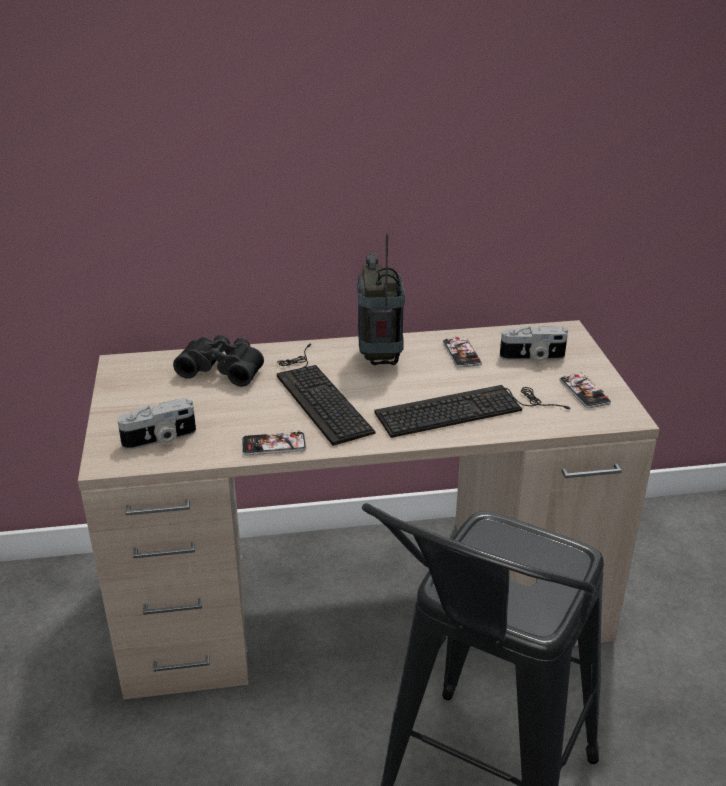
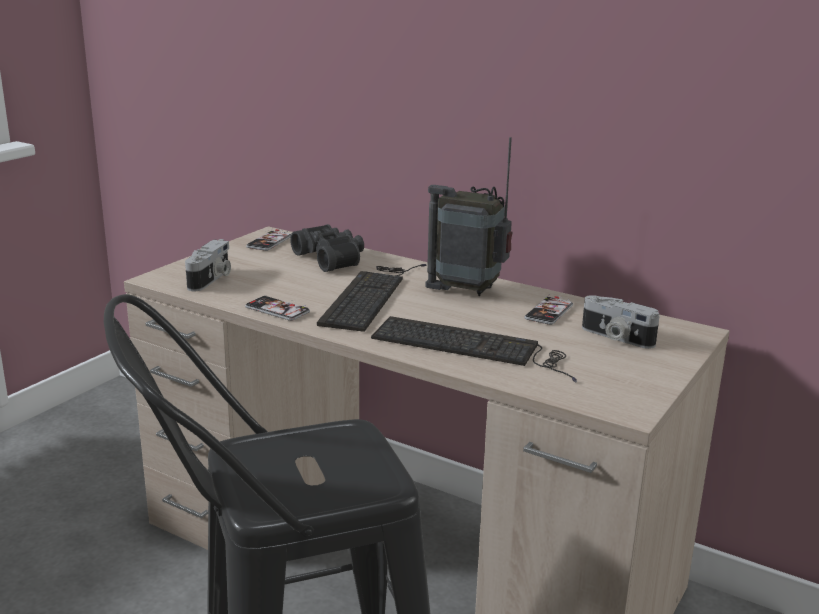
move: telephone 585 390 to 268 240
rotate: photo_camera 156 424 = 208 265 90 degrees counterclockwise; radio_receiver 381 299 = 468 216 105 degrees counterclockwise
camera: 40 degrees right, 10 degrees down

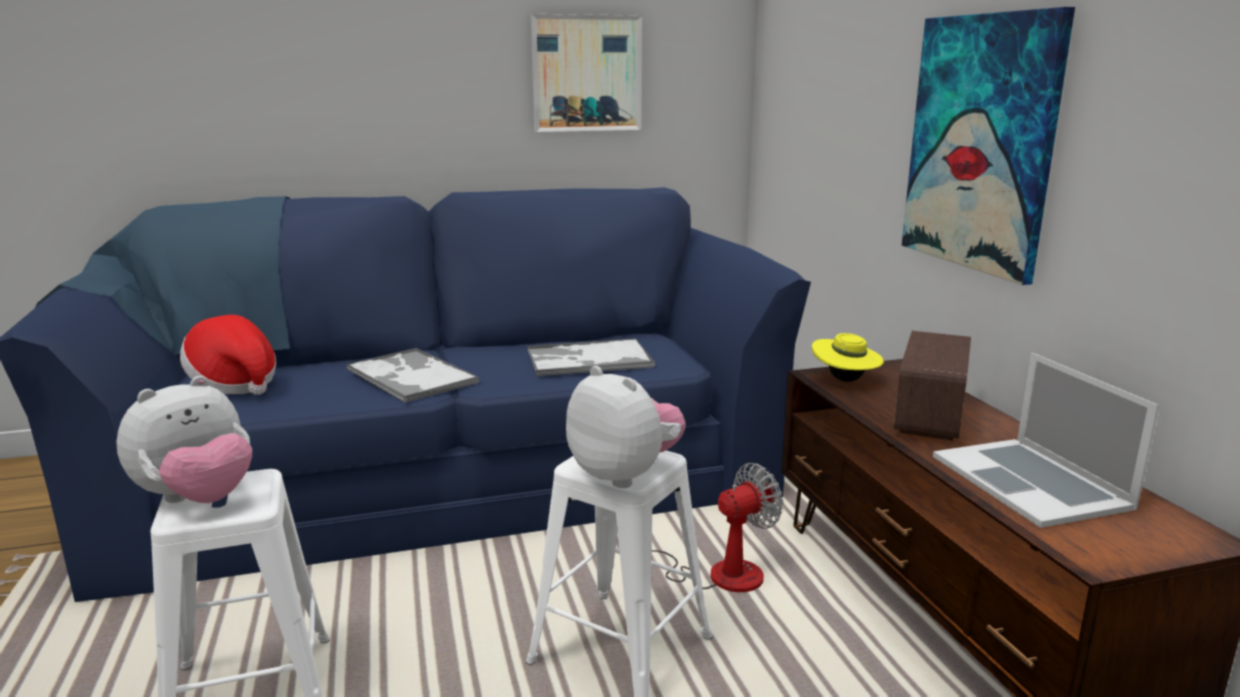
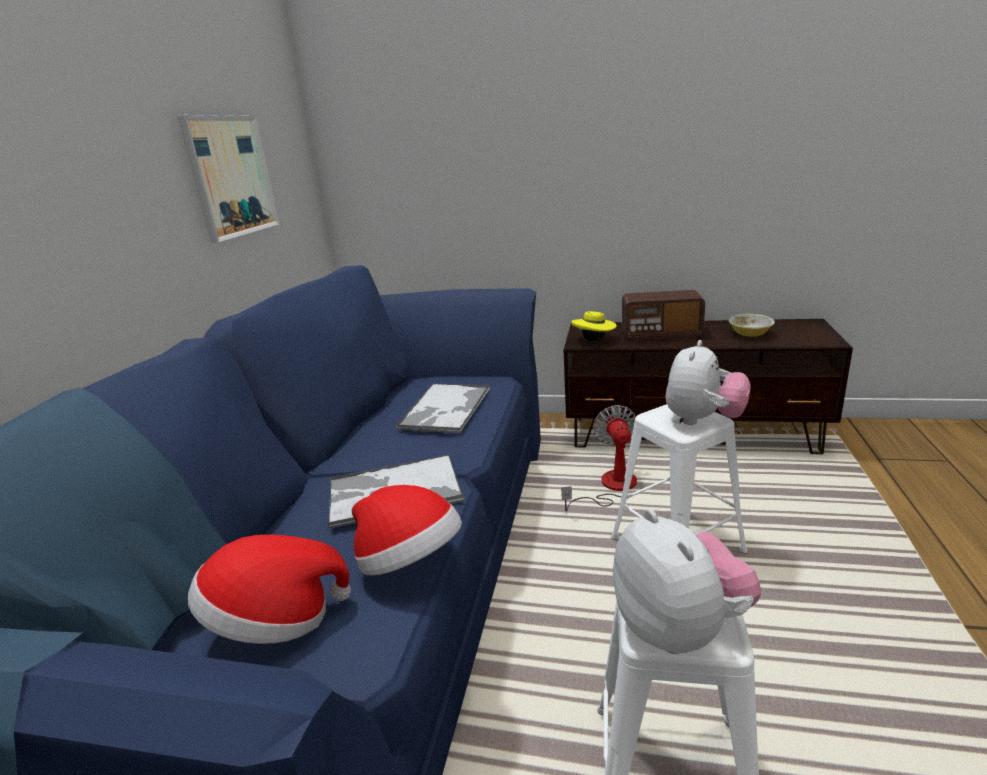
delete: wall_picture 988 146
insert: clothing_hat 407 530
replace: laptop 1046 440 to serving_bowl 752 325
rotate: radio_receiver 932 386 = 663 315 135 degrees clockwise; soft_toy 626 427 = 708 382 135 degrees clockwise
camera: 60 degrees left, 5 degrees up

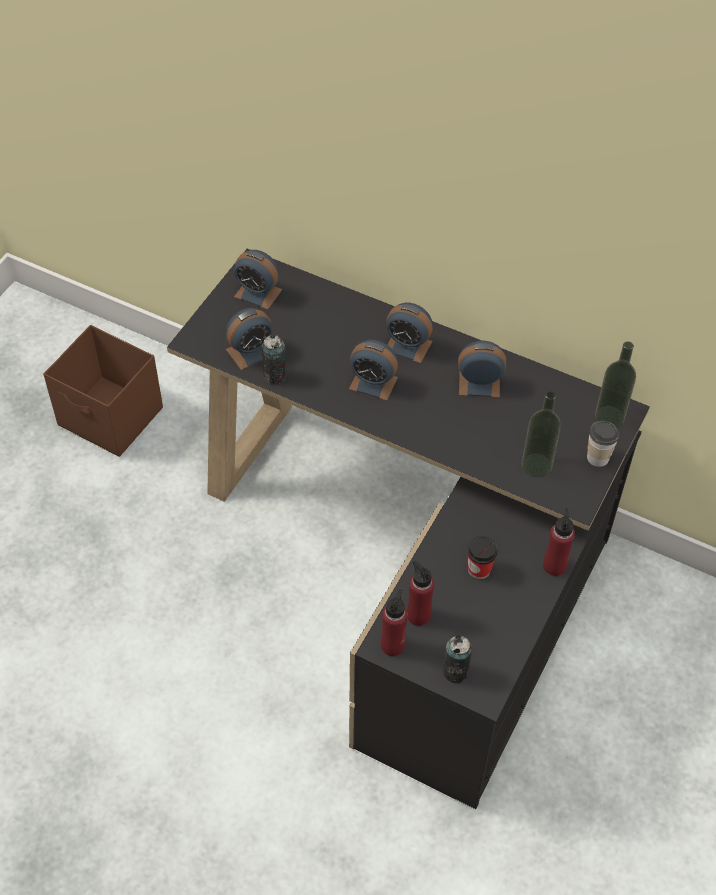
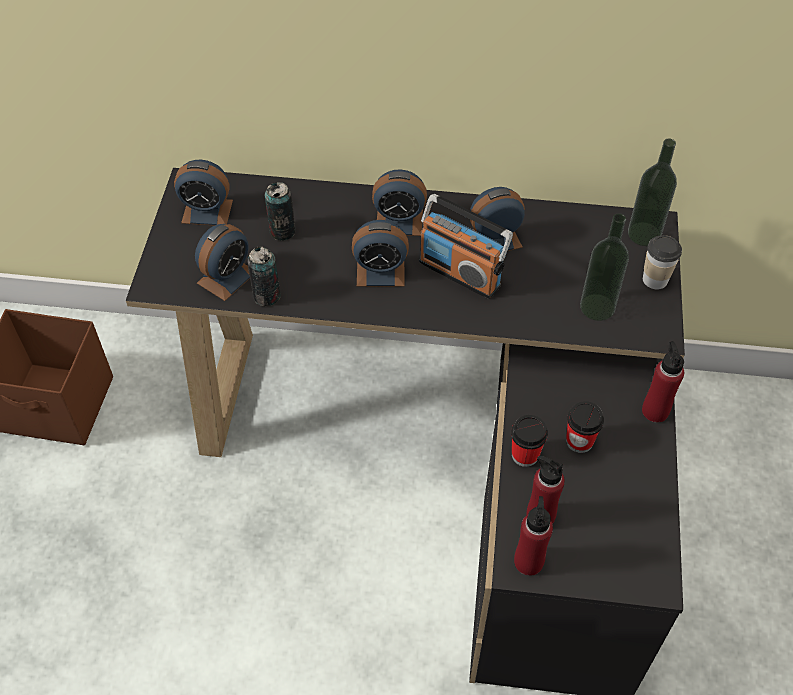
insert: radio_receiver 466 246; drinking_cup 529 441
move: can 457 659 to 280 211
camera: 20 degrees left, 0 degrees up

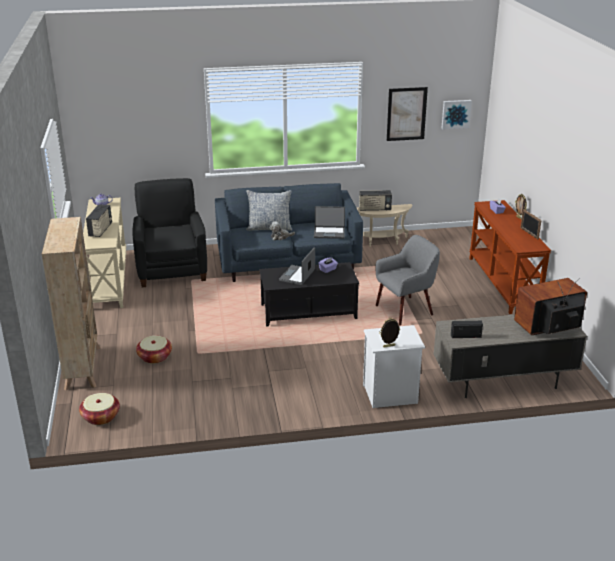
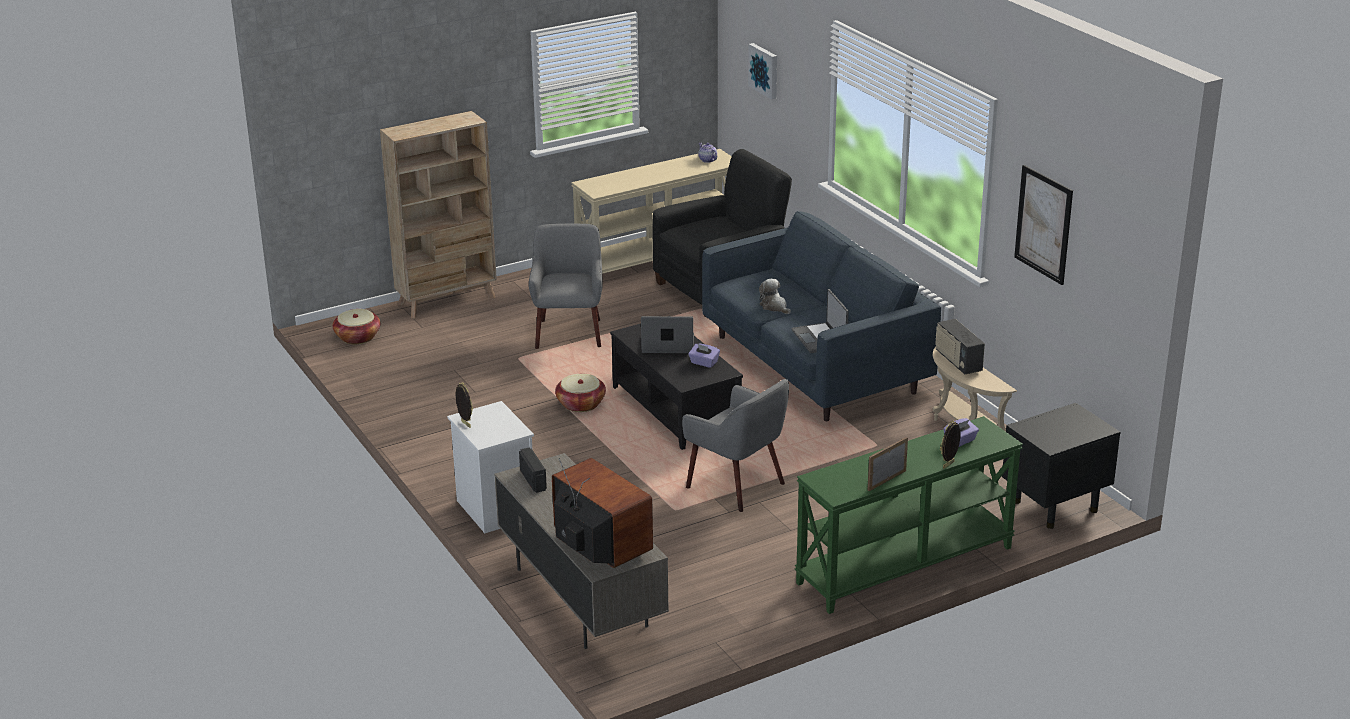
delete: radio_receiver 99 220; pillow 269 210
insert: grey_lounge_chair 566 286; black_nightstand 1061 466
move: basket 154 350 to 580 393; wall_picture 457 115 to 762 71
recolor: brown-coloured_hall_table 510 257 to greenish_hall_table 909 515
camera: 70 degrees right, 0 degrees up

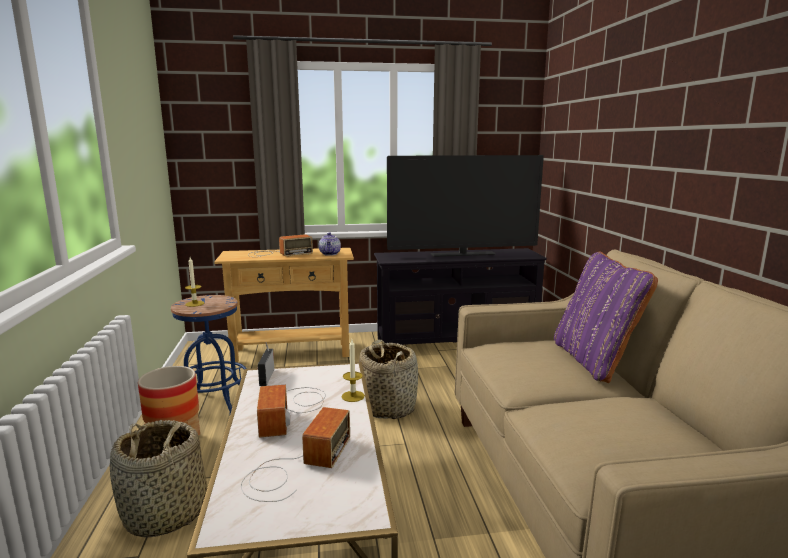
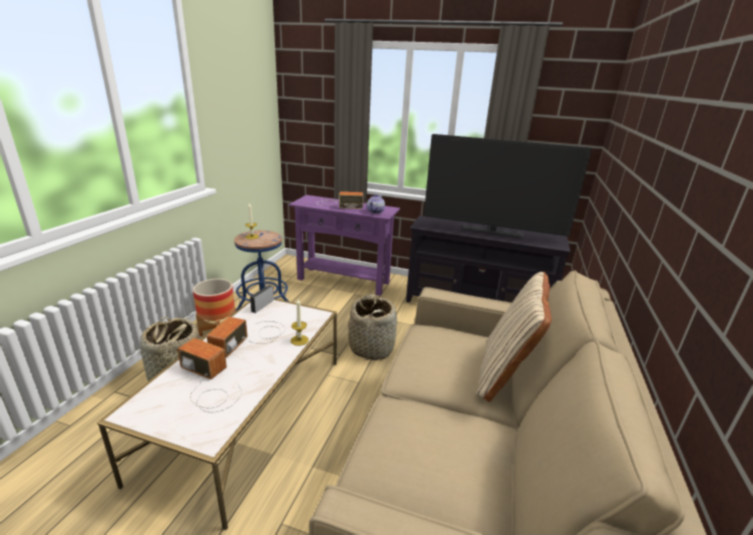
recolor: beige_hall_table 284 305 to purple-coloured_hall_table 344 245; purple-coloured_pillow 606 317 to beige_pillow 514 337
rotate: radio_receiver 295 454 = 209 375 105 degrees counterclockwise
camera: 25 degrees right, 10 degrees up

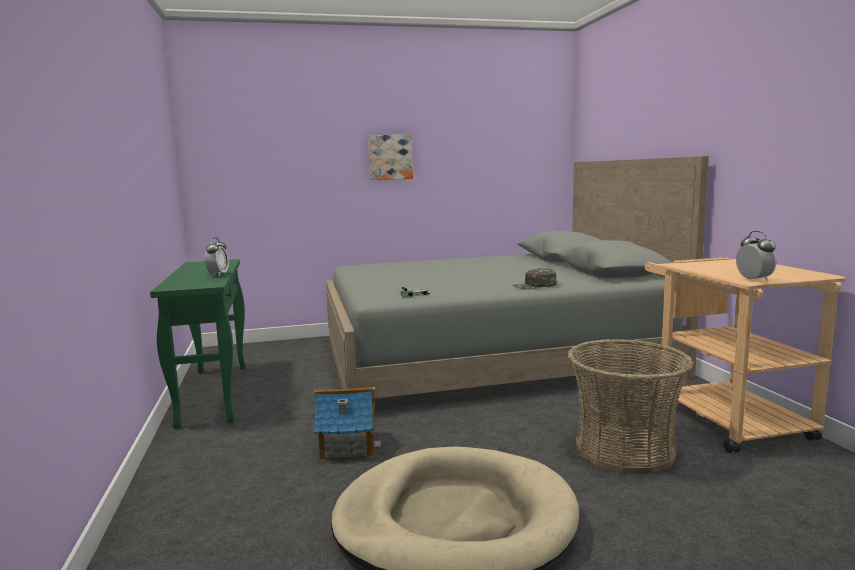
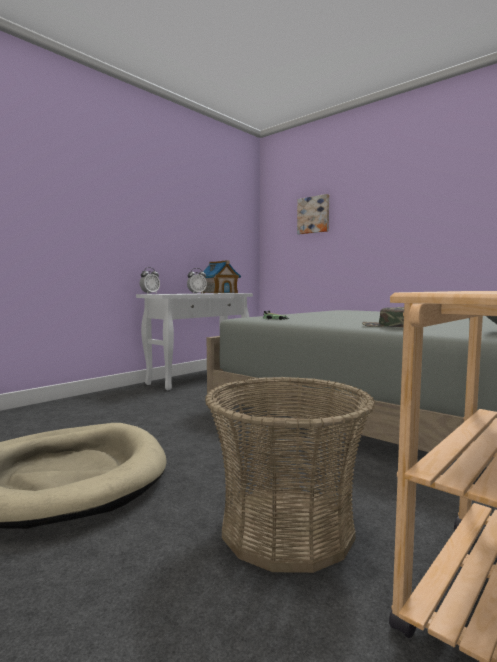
move: table_clock 756 256 to 150 280; miniature_house 347 424 to 221 276; wall_picture 390 157 to 313 214
recolor: greenish_hall_table 198 344 to white_hall_table 194 341
camera: 55 degrees right, 5 degrees down

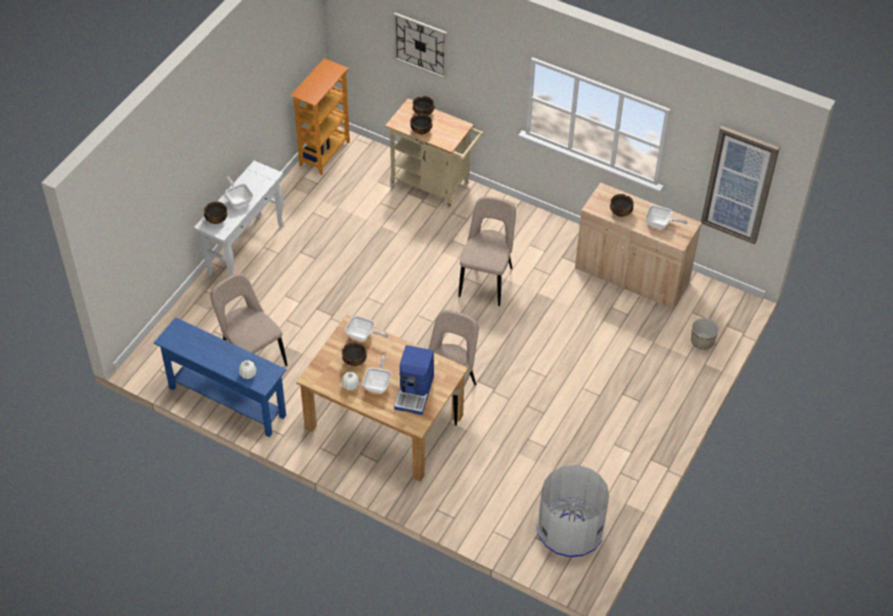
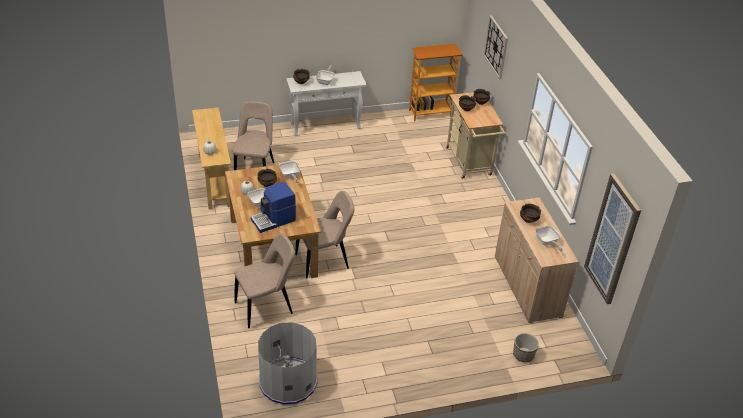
move: beige_chair 487 251 to 265 280
recolor: bluish_hall_table 220 377 to beige_hall_table 211 158
camera: 45 degrees right, 10 degrees down

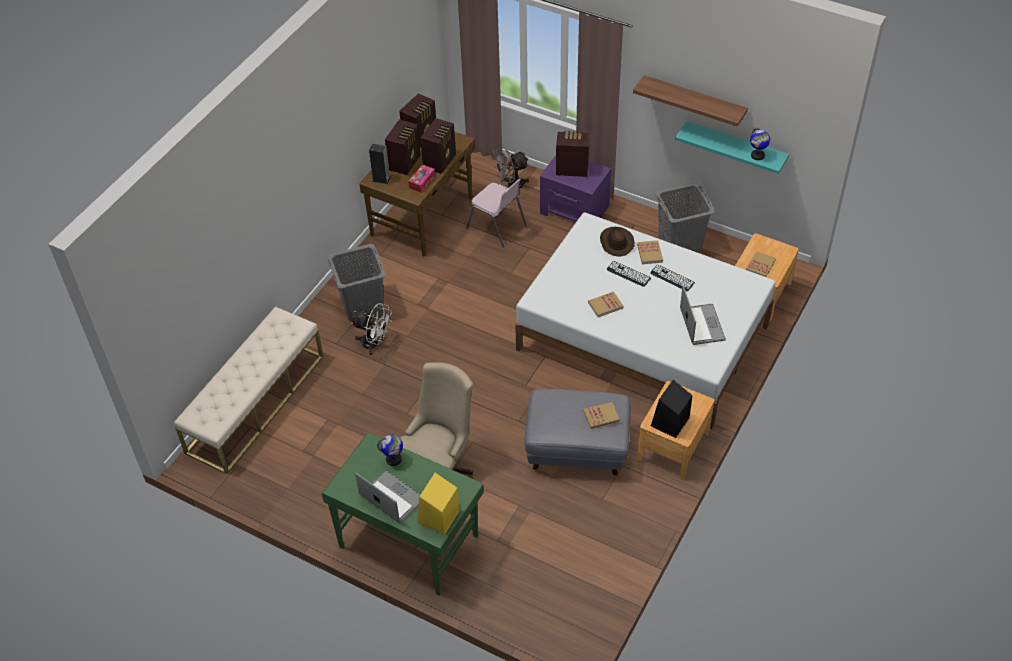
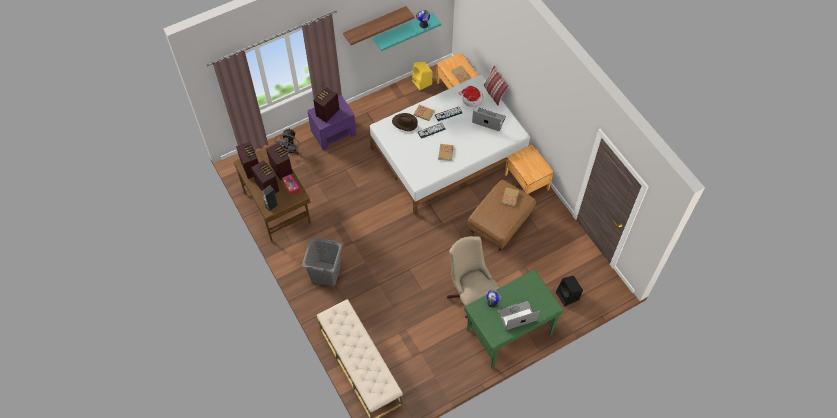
delete: white_electric_fan 371 329; pink-coloured_chair 496 213; grey_hamper 685 217
insert: clothing_hat 470 96; pillow 496 85
move: yellow-coloured_audio_speaker 438 504 to 422 76; black_audio_speaker 672 409 to 569 291
recolor: grey_pouffe 577 432 to brown-coloured_pouffe 502 215
camera: 60 degrees left, 10 degrees up

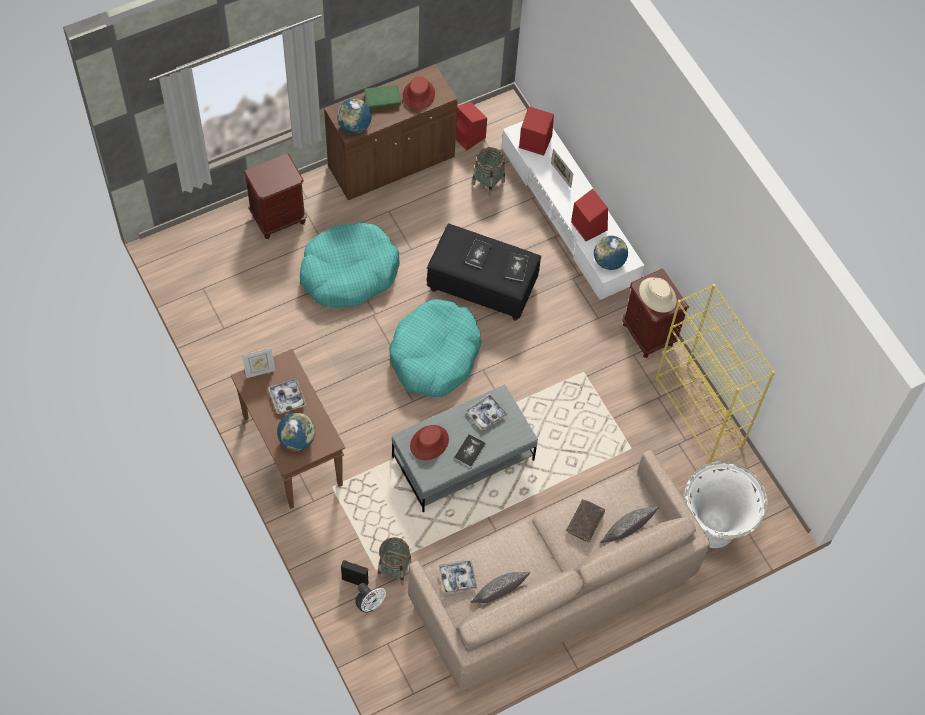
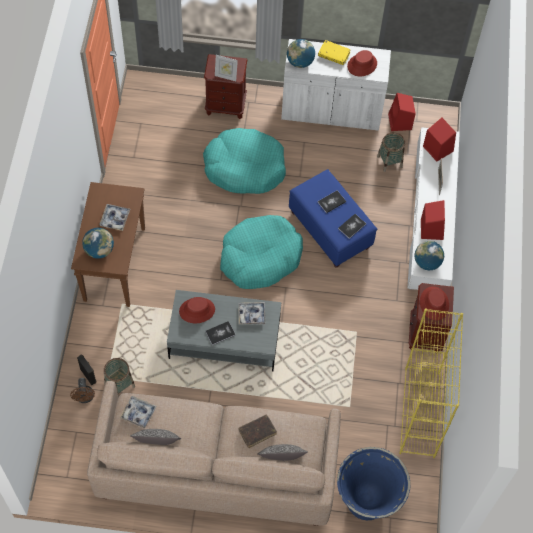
move: photo_frame 258 363 to 226 68
recolor: white_electric_fan 370 598 to brown-coloured_electric_fan 82 390; brown-coloured_cabinet 391 132 to white_cabinet 336 85; black_pouffe 484 272 to bluish_pouffe 333 218; greenish_book 382 97 to yellow-coloured_book 334 52; white_plant_pot 726 504 to bluish_plant_pot 374 483; beige_clothing_hat 658 295 to red-coloured_clothing_hat 434 303
camera: 35 degrees right, 0 degrees up

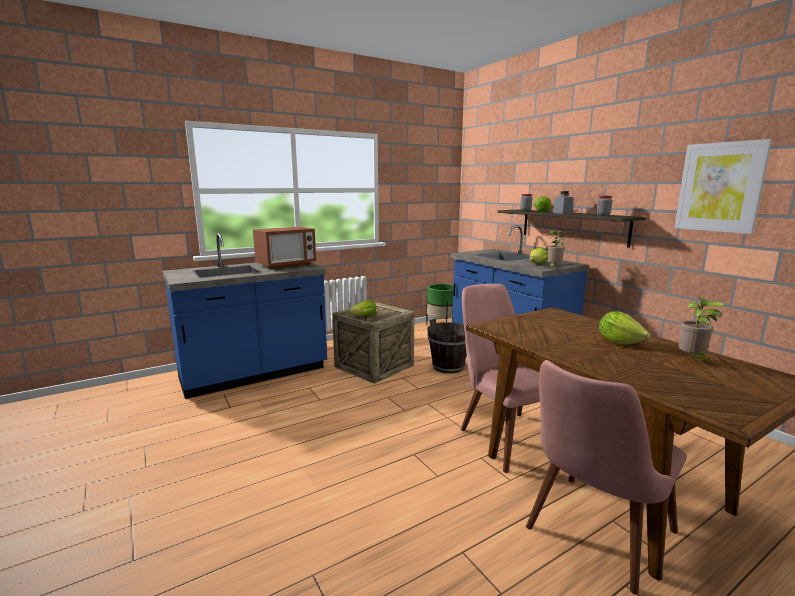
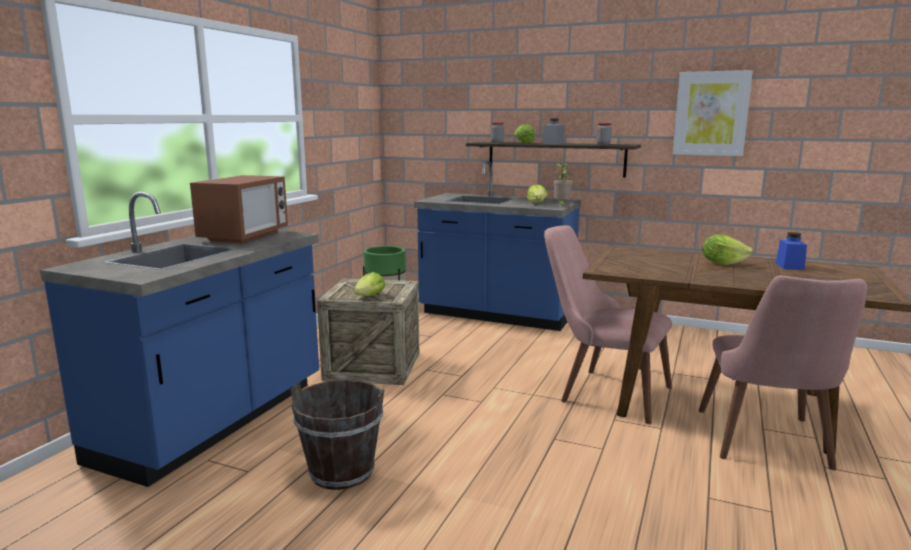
move: brown-coloured_bucket 447 346 to 337 435
replace: potted_plant 702 331 to bluish_jar 791 251
camera: 35 degrees left, 0 degrees up

